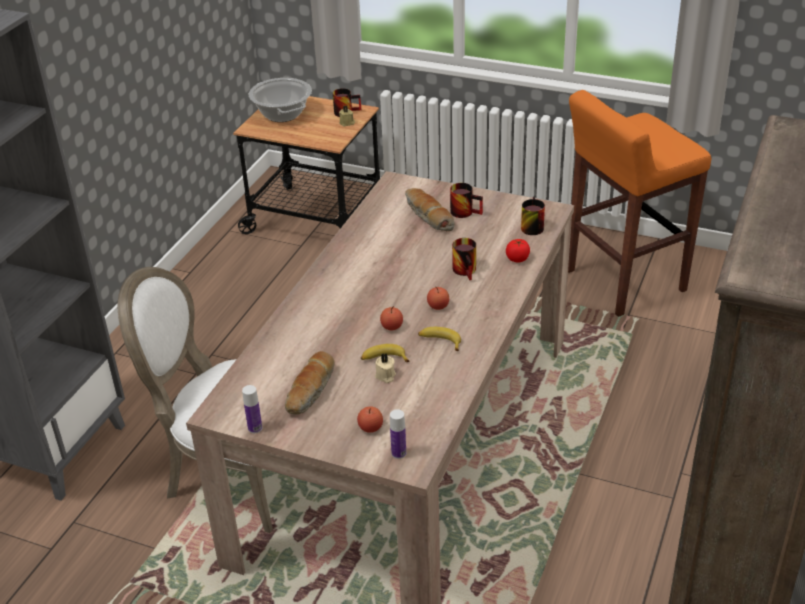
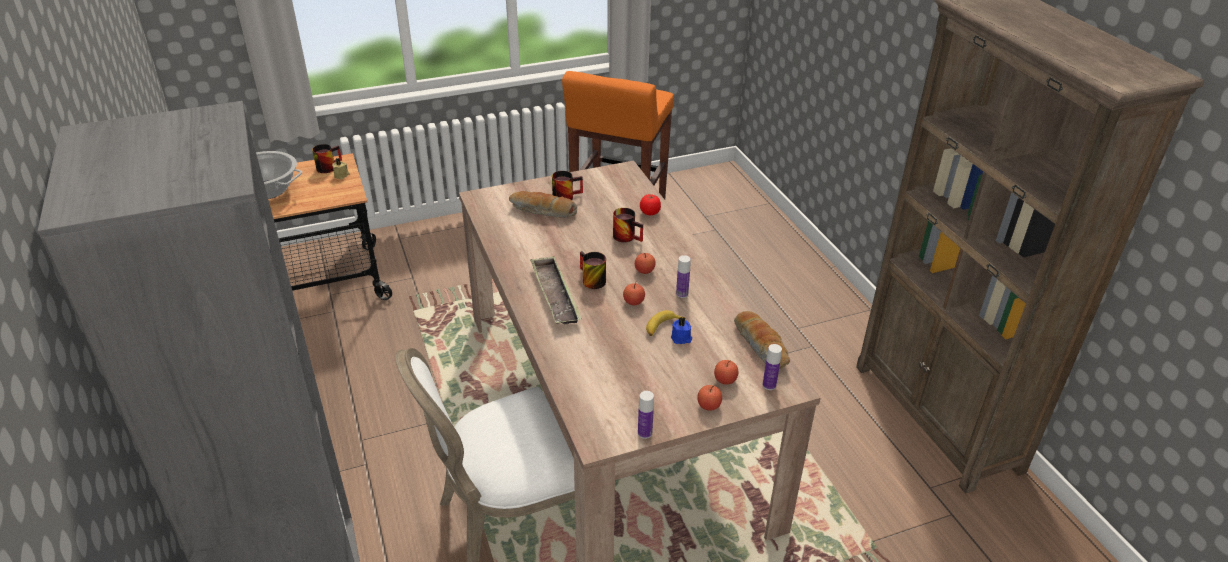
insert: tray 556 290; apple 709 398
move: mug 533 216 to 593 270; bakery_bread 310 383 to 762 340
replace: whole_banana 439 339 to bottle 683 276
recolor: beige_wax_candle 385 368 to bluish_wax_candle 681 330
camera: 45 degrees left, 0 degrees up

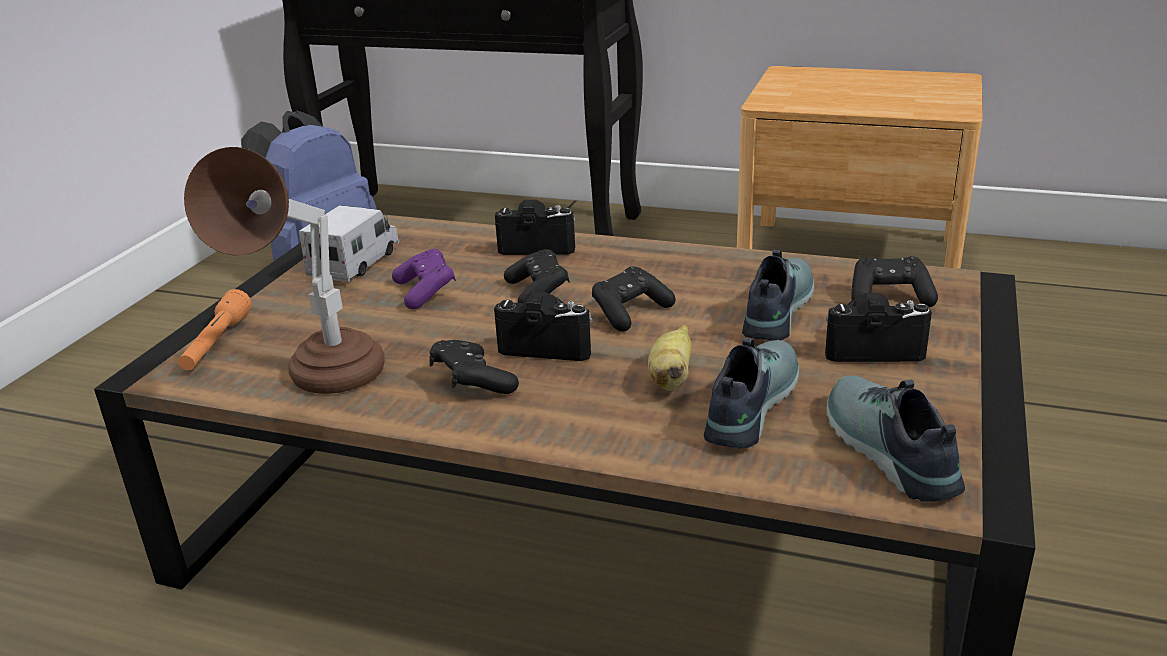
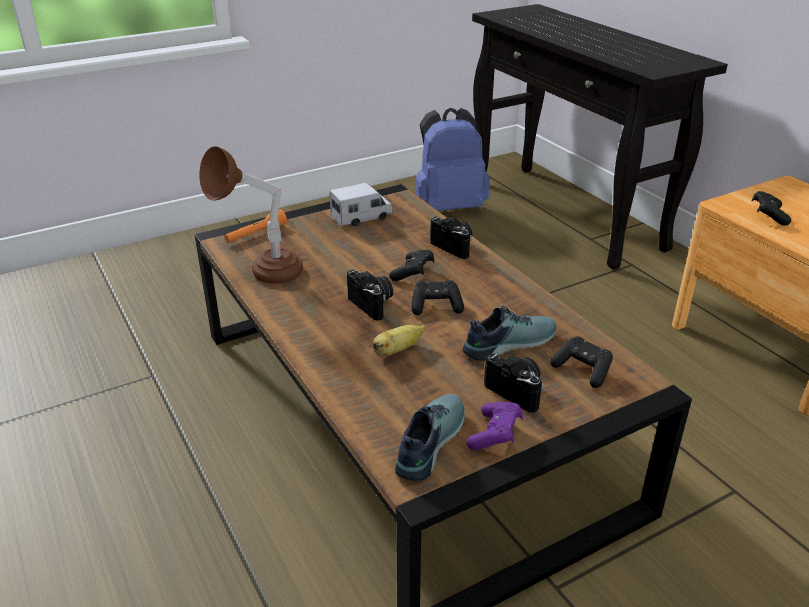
delete: shoe 751 393
move: purple-coloured_joypad 424 279 to 494 426; black_joypad 474 367 to 771 208
camera: 40 degrees right, 5 degrees up

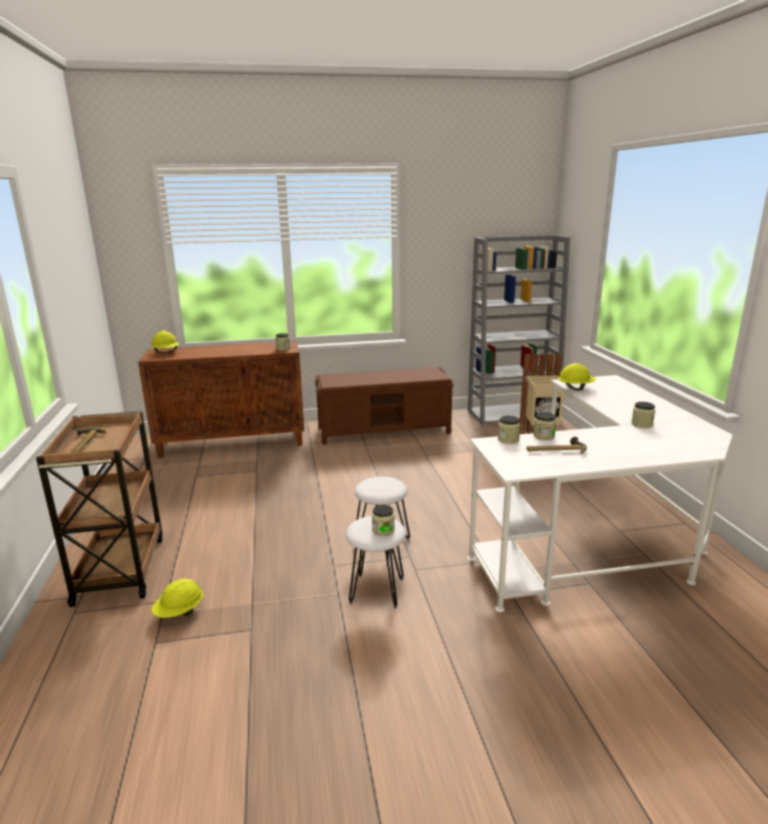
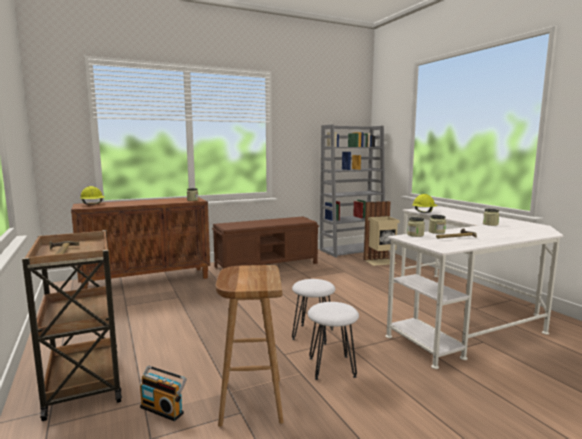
delete: jar 383 520
insert: brown-coloured_sitting_stool 249 346
replace: yellow-coloured_safety_helmet 177 598 to radio_receiver 163 393
camera: 15 degrees left, 10 degrees down

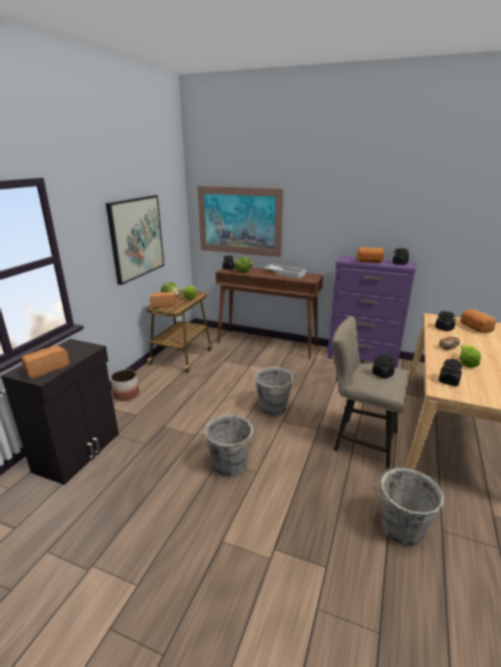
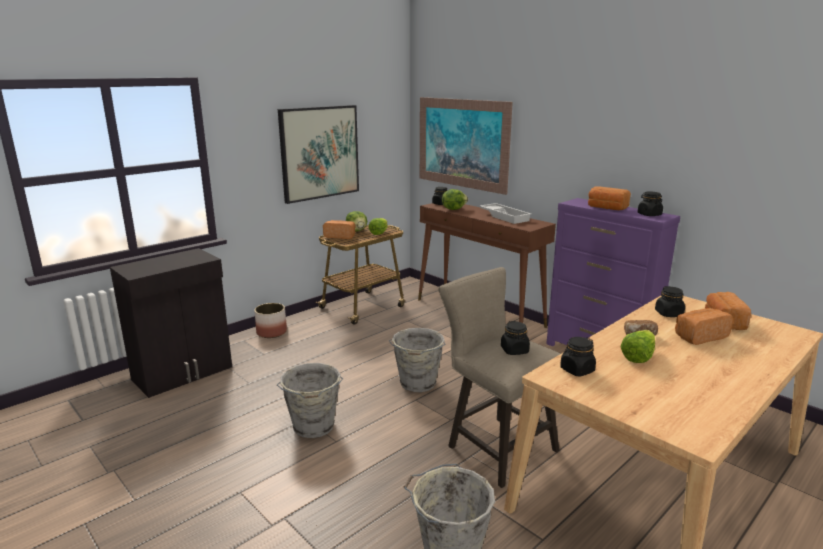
move: bakery_bread 45 362 to 704 326
camera: 25 degrees right, 5 degrees down

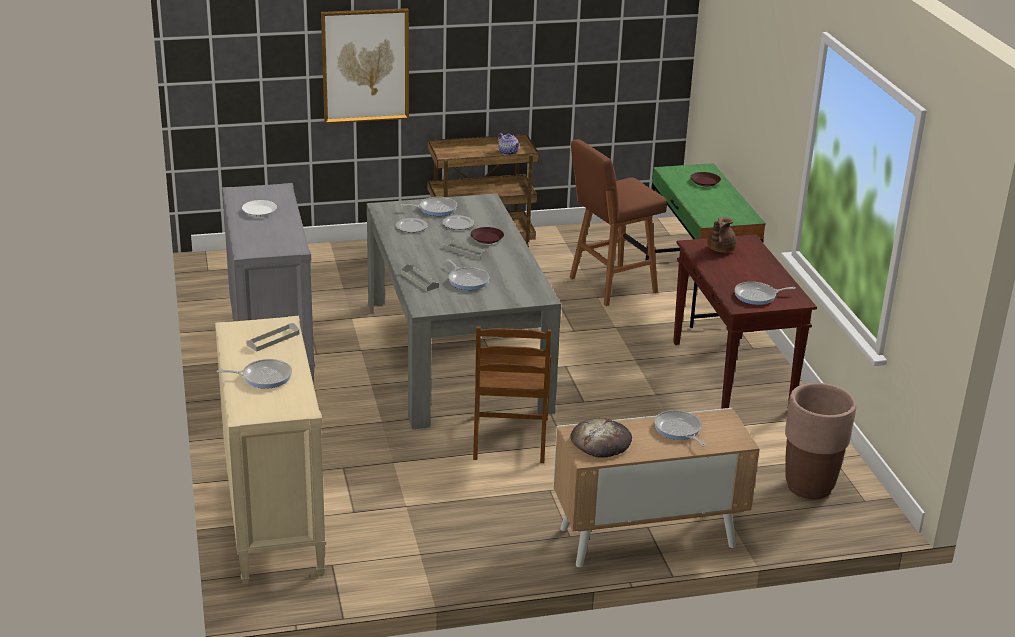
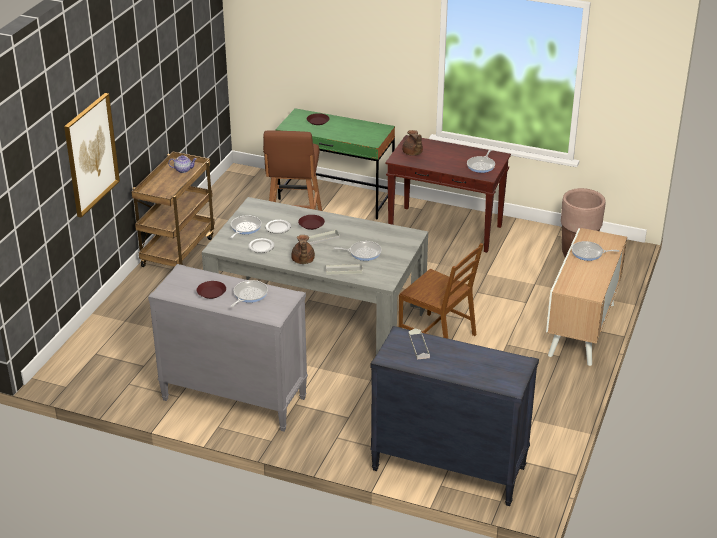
delete: bakery_bread 601 438
insert: brown-coloured_tea_pot 303 249
move: skillet 254 374 to 249 293
recolor: white_plate 259 208 to brown-coloured_plate 211 290; beige_drawer_chest 270 450 to black_drawer_chest 454 416
camera: 55 degrees left, 5 degrees up

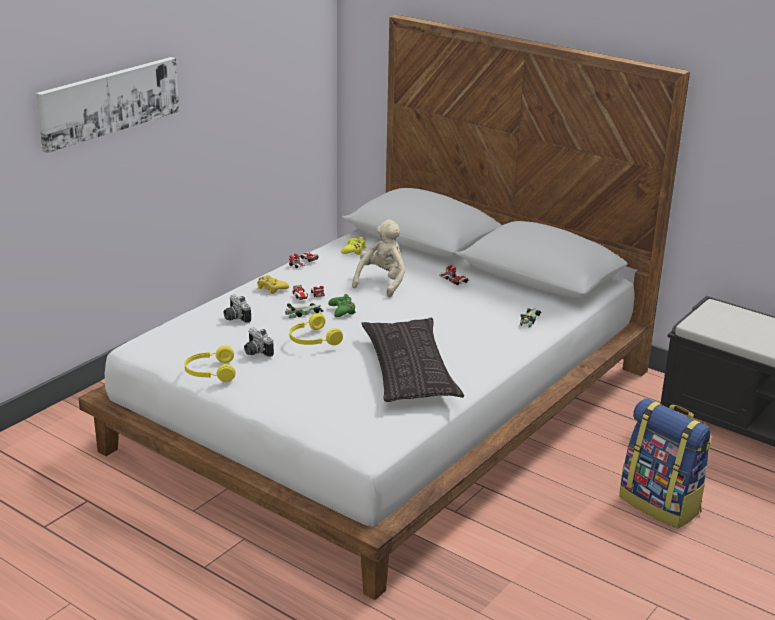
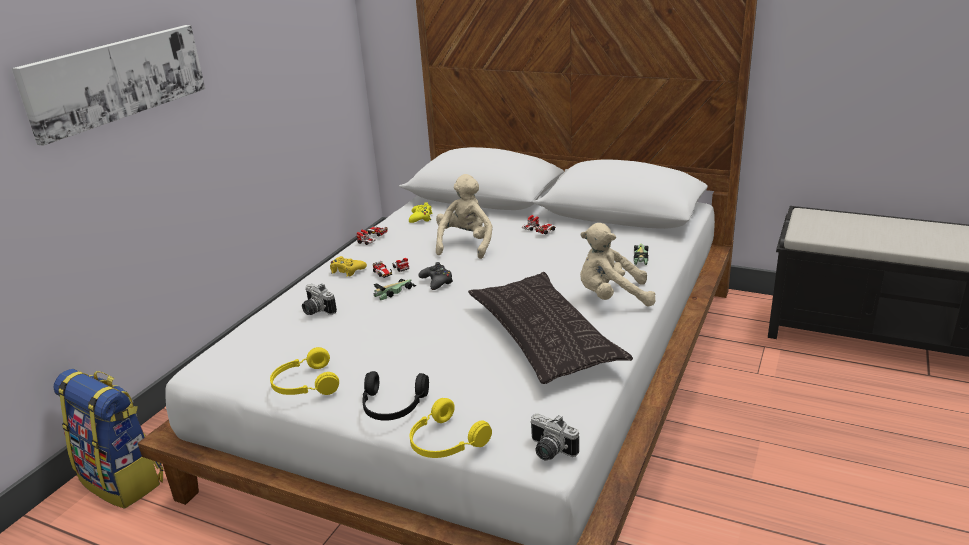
insert: black_pair_of_headphones 395 396; beige_soft_toy 618 264
move: backpack 665 463 to 108 438; yellow-coloured_pair_of_headphones 316 329 to 451 428; photo_camera 259 342 to 554 437
recolor: greenish_joypad 342 305 to black_joypad 435 276
camera: 10 degrees left, 0 degrees up

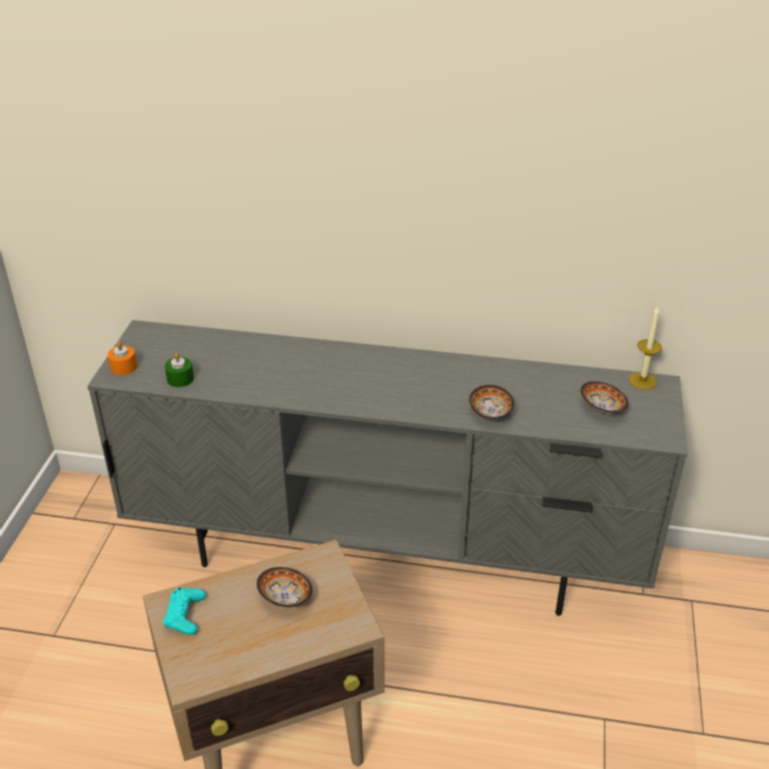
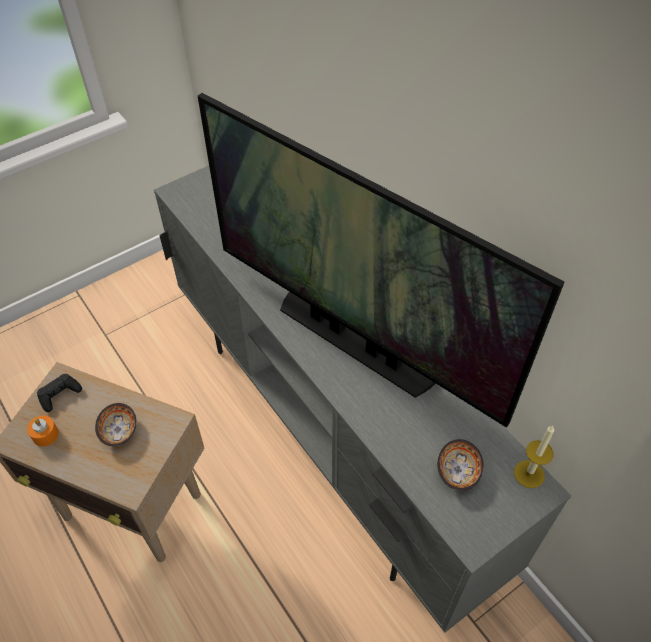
delete: greenish_wax_candle 179 370; serving_bowl 491 402
insert: TV_set 381 260
move: orange-coloured_wax_candle 122 358 to 43 431
recolor: turquoise-coloured_joypad 184 611 to black_joypad 59 393
camera: 45 degrees right, 15 degrees up

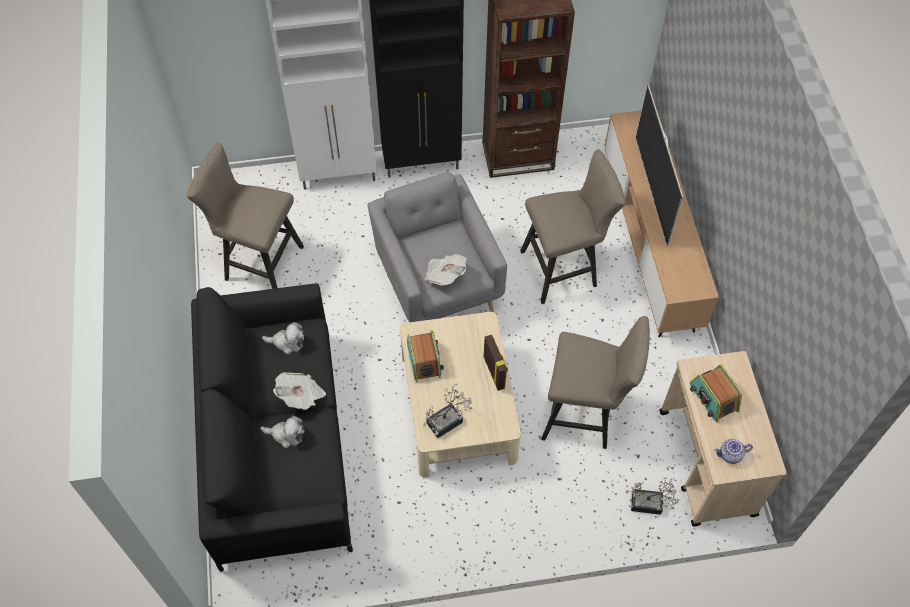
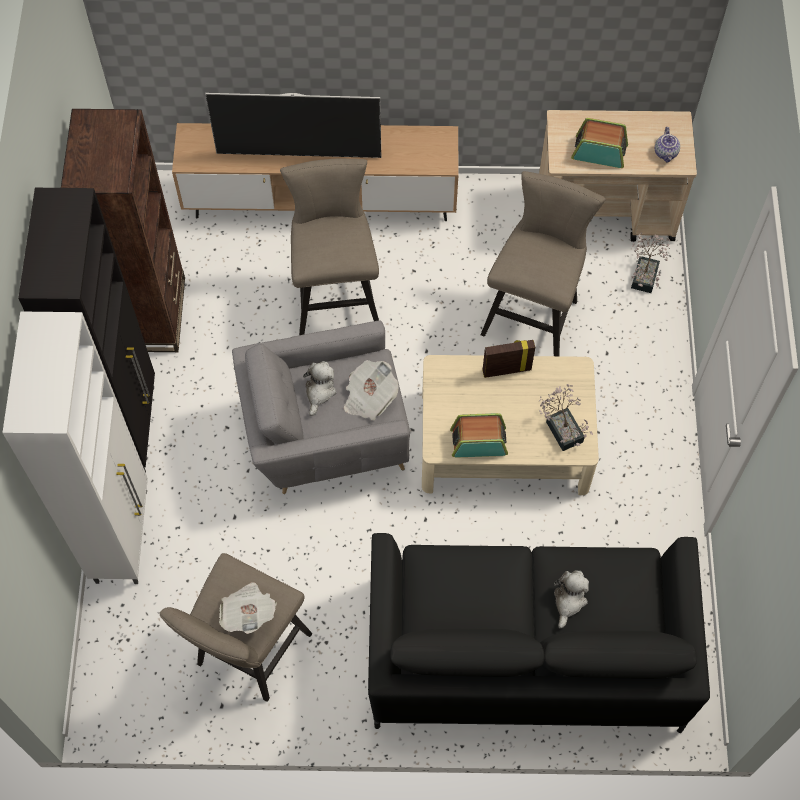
move: printed_paper 299 391 to 248 608; soft_toy 283 338 to 320 388
rotate: radio_receiver 716 393 = 599 143 150 degrees counterclockwise
camera: 80 degrees left, 5 degrees up

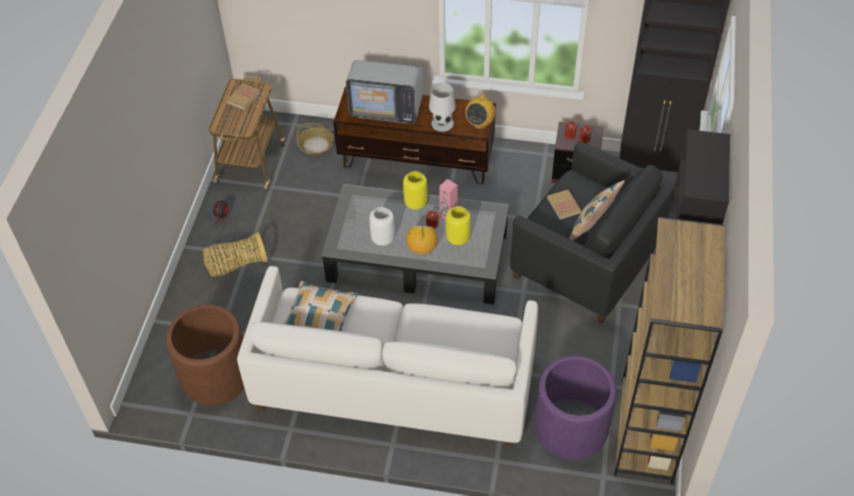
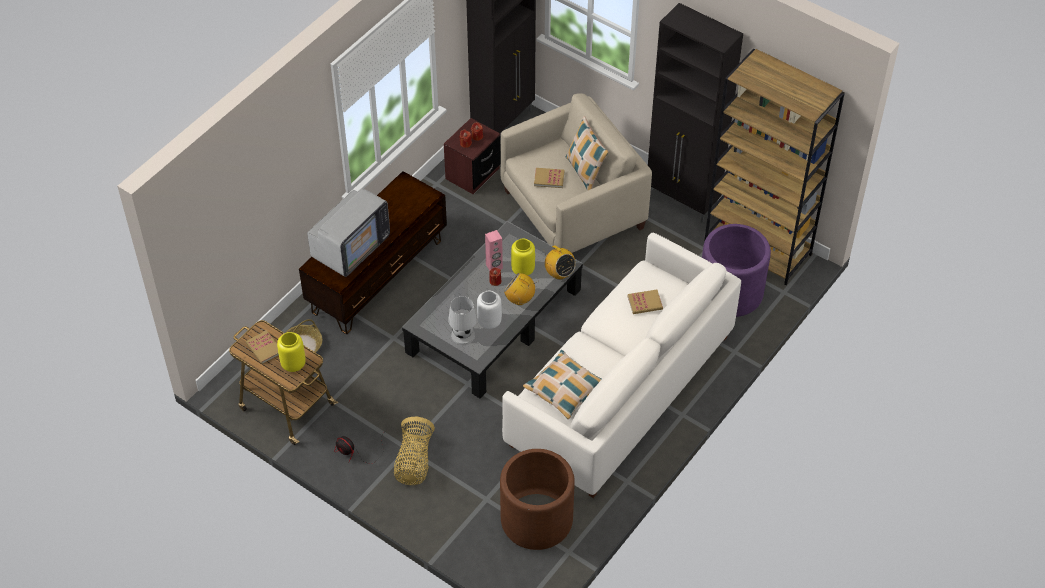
insert: book 645 302
move: yellow-coloured_flower_vase 415 190 to 291 352; white_table_lamp 442 107 to 462 320; radio_receiver 480 111 to 559 262
recolor: black_lounge_chair 592 233 to beige_lounge_chair 576 173
camera: 65 degrees left, 0 degrees up

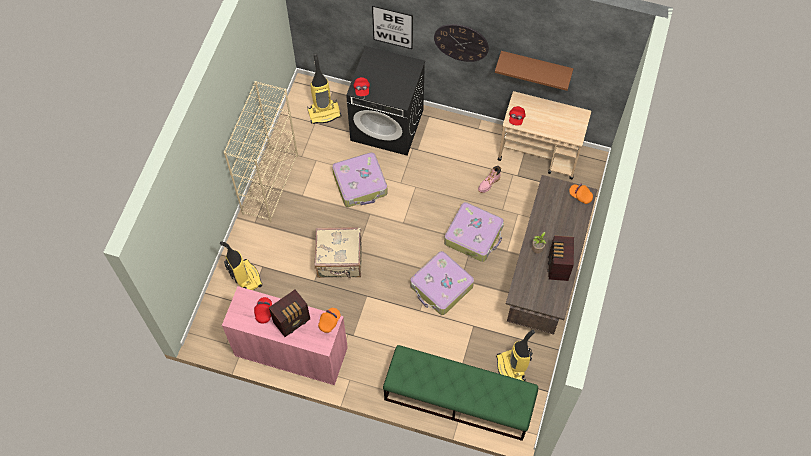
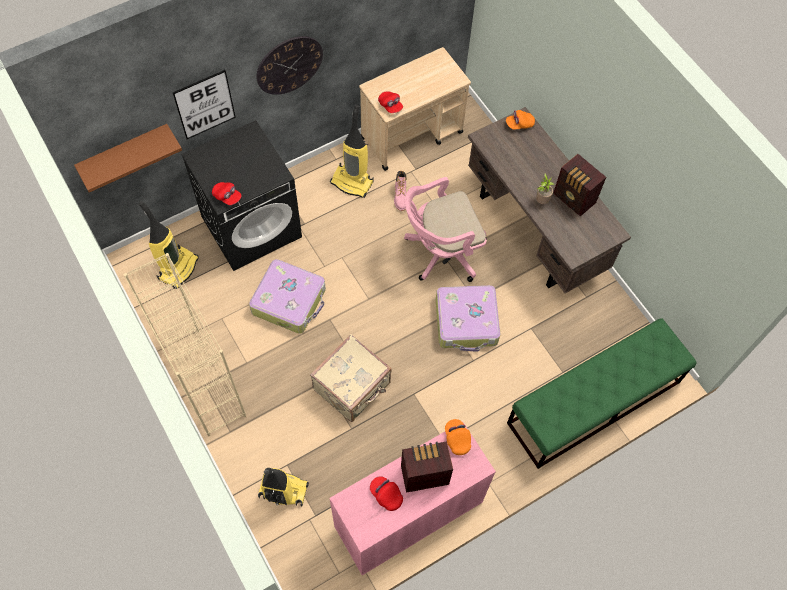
move: brown-coloured_wall_shelf 534 71 to 128 158; vacuum_cleaner 515 355 to 352 151
replace: suitcase 474 232 to pink-coloured_office_chair 445 229
rotate: radio_receiver 289 313 = 427 467 105 degrees counterclockwise
camera: 50 degrees left, 0 degrees up

